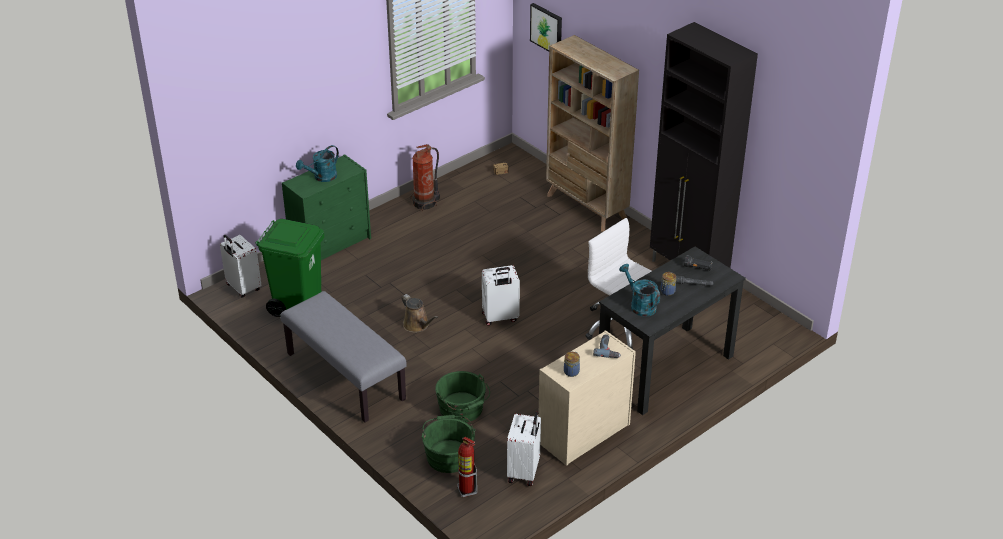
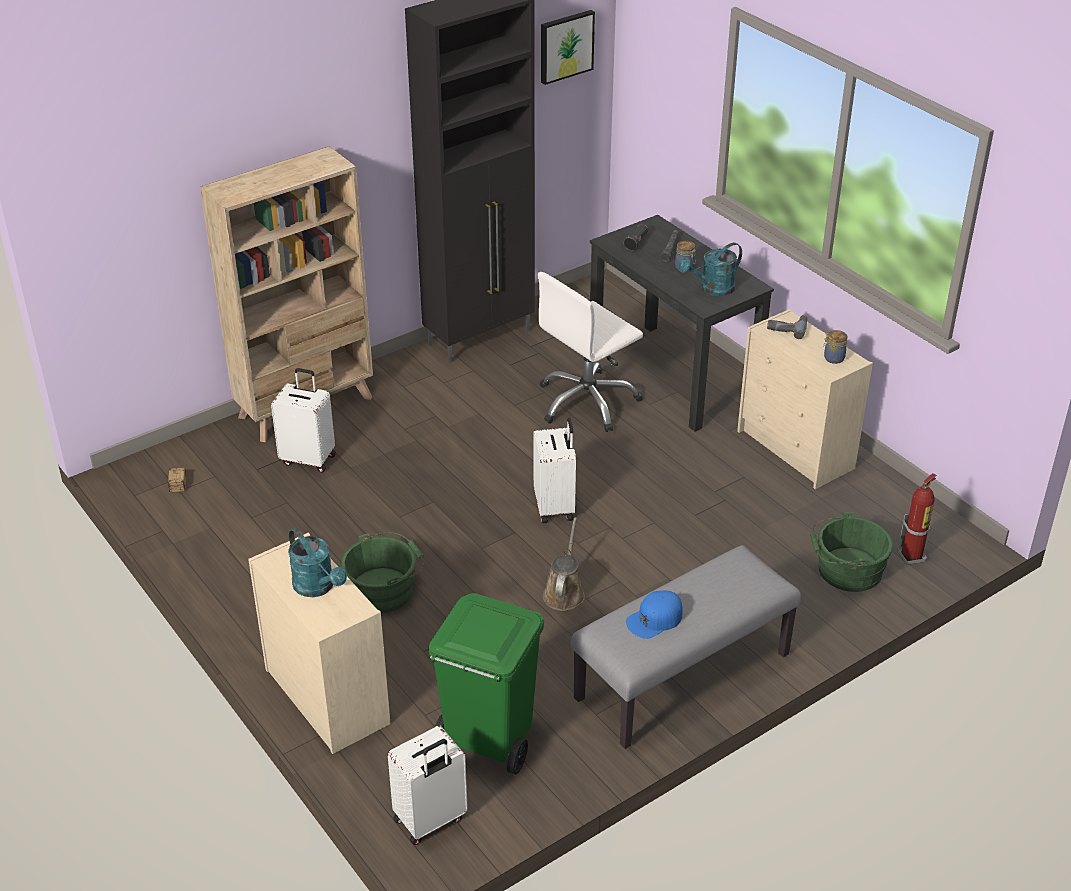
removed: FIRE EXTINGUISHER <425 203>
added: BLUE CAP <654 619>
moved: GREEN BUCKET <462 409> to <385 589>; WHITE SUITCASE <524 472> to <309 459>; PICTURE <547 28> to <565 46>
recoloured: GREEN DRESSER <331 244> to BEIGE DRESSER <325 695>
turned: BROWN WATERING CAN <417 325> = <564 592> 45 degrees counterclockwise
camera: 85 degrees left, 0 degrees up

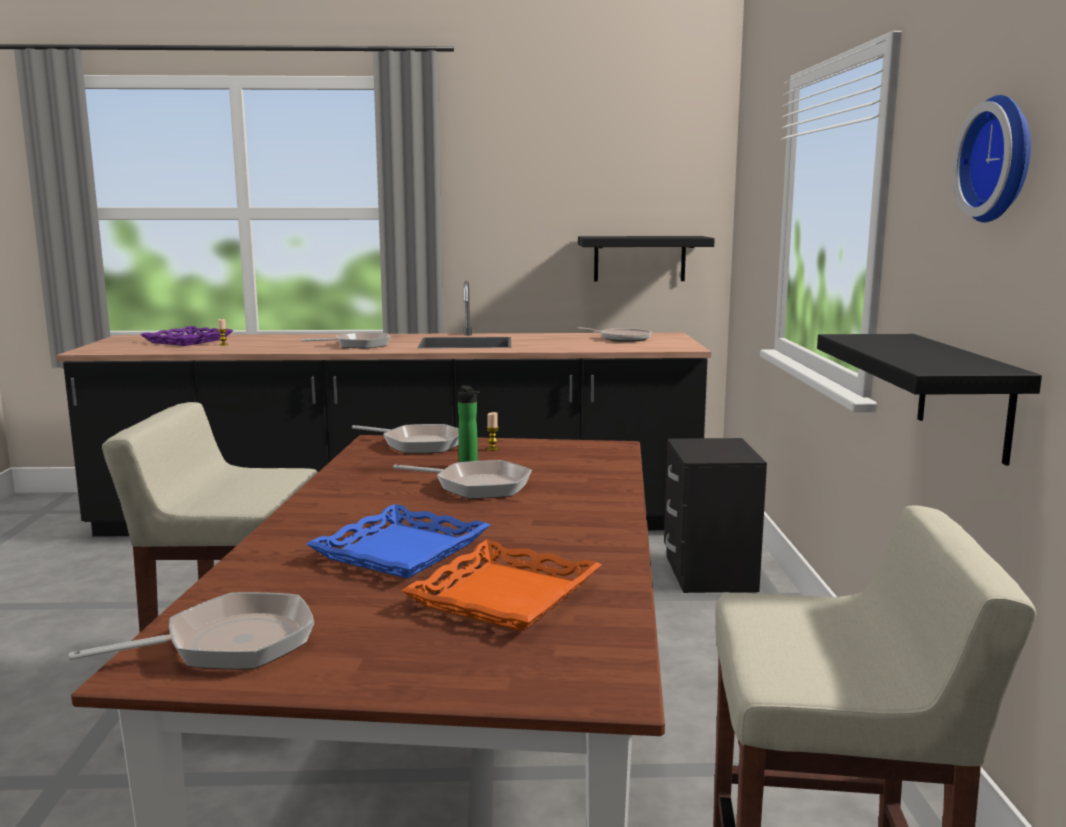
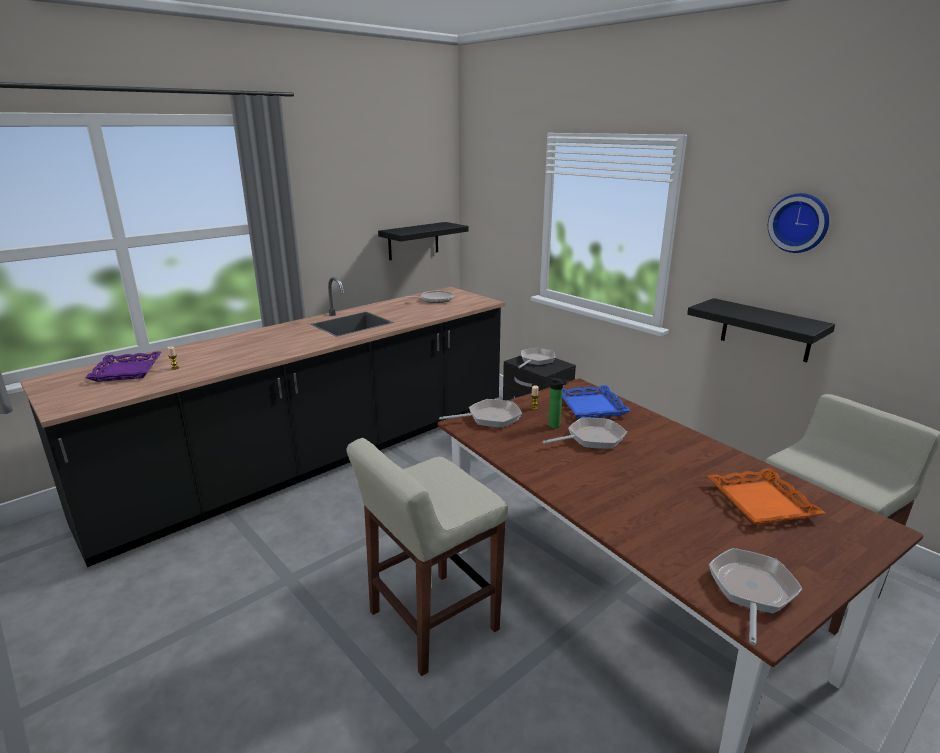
moved: FRYING PAN <358 345> to <536 360>; BLUE TRAY <402 551> to <592 406>
camera: 40 degrees left, 10 degrees up

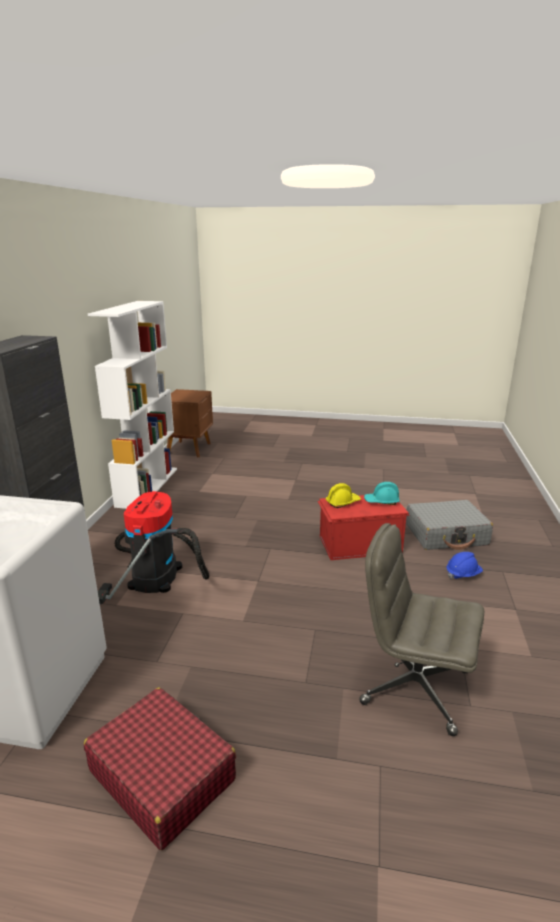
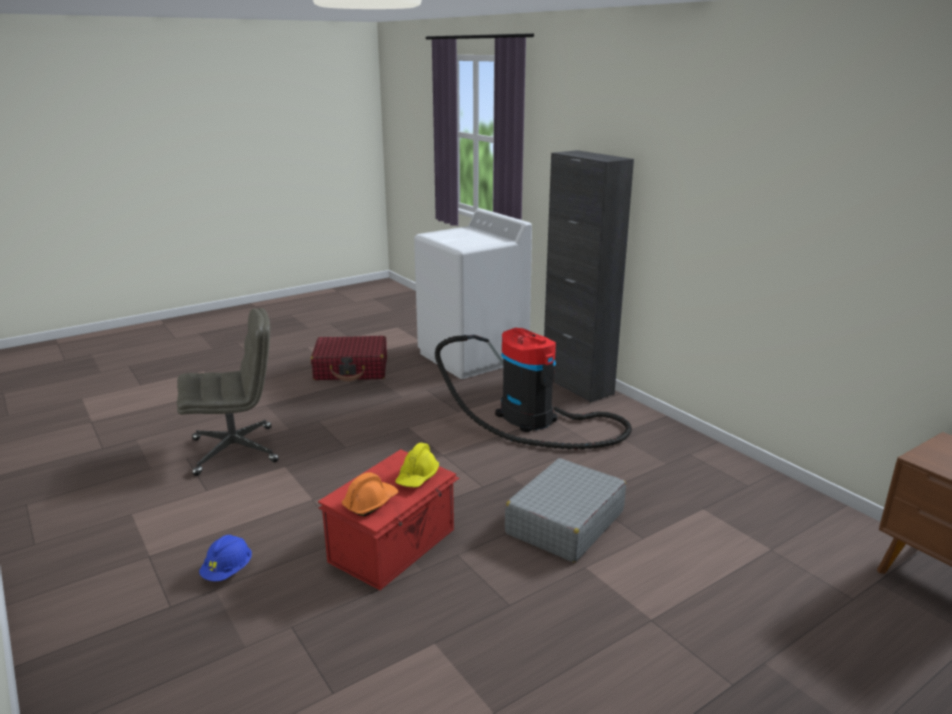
removed: WHITE BOOKCASE <147 486>
moved: GREY SUITCASE <446 535> to <564 523>
recoloured: TURQUOISE HARD HAT <381 501> to ORANGE HARD HAT <370 503>
camera: 135 degrees right, 0 degrees up

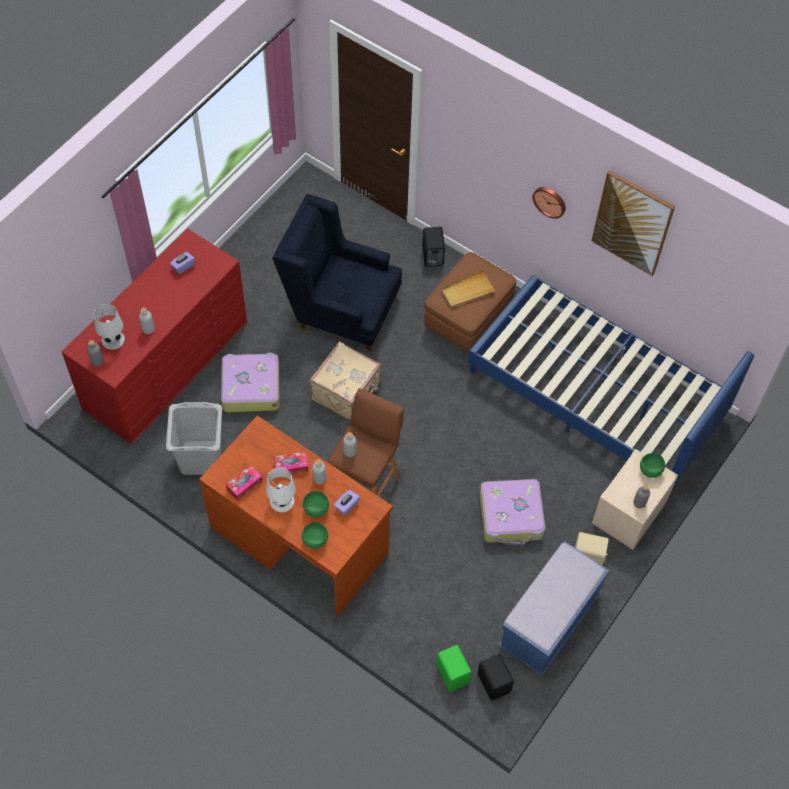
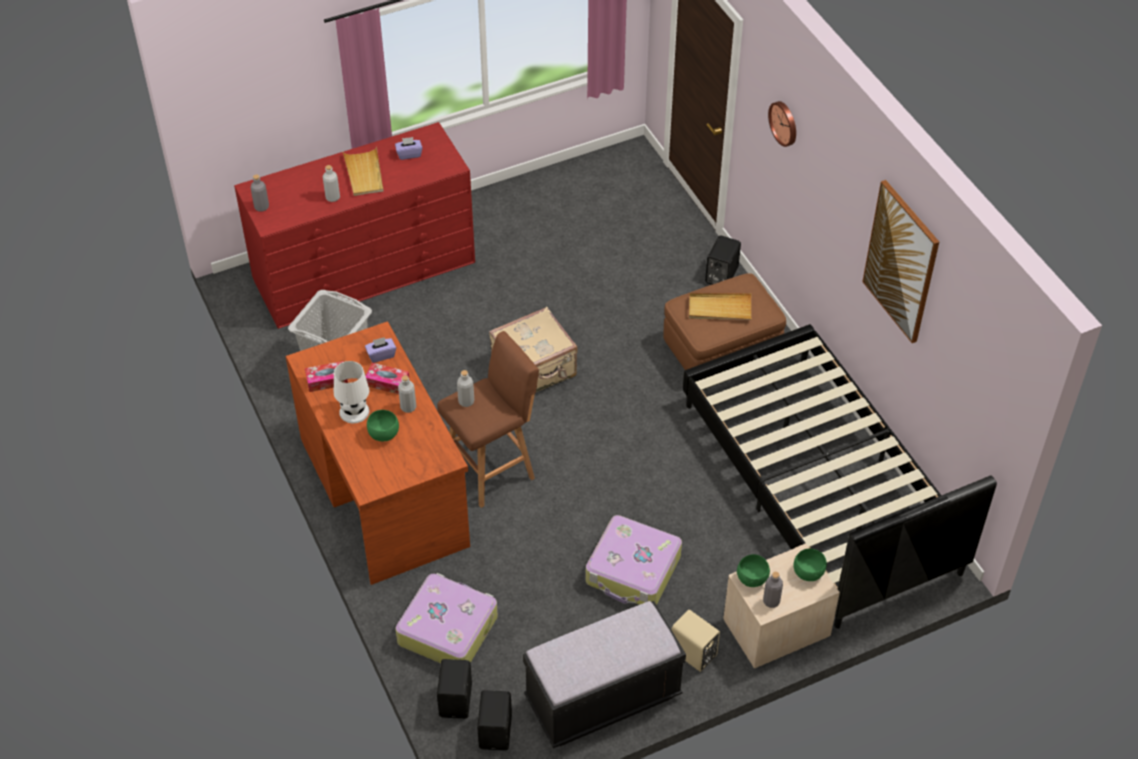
removed: WHITE TABLE LAMP <112 340>; BLUE ARMCHAIR <340 308>
added: BEIGE TRAY <364 174>
moved: SUITCASE <250 387> to <447 628>; GREEN BOWL <316 540> to <752 579>; PURPLE TISSUE BOX <346 505> to <381 355>; WALL CLOCK <550 201> to <784 123>
recoloured: GREEN SPEAKER <453 673> to BLACK SPEAKER <457 700>; BLUE BED <596 394> to BLACK BED <819 487>; BLUE BENCH <549 621> to BLACK BENCH <603 698>
camera: 30 degrees right, 10 degrees down

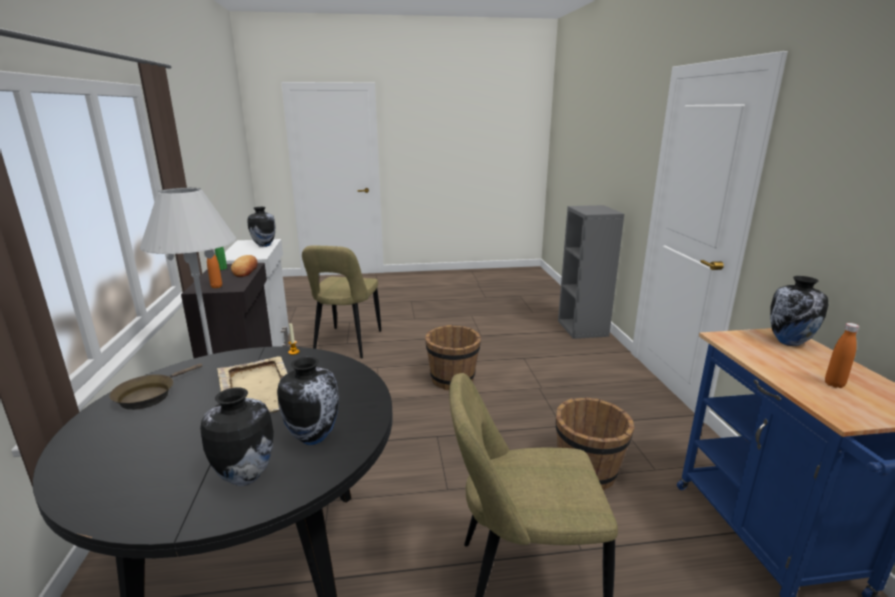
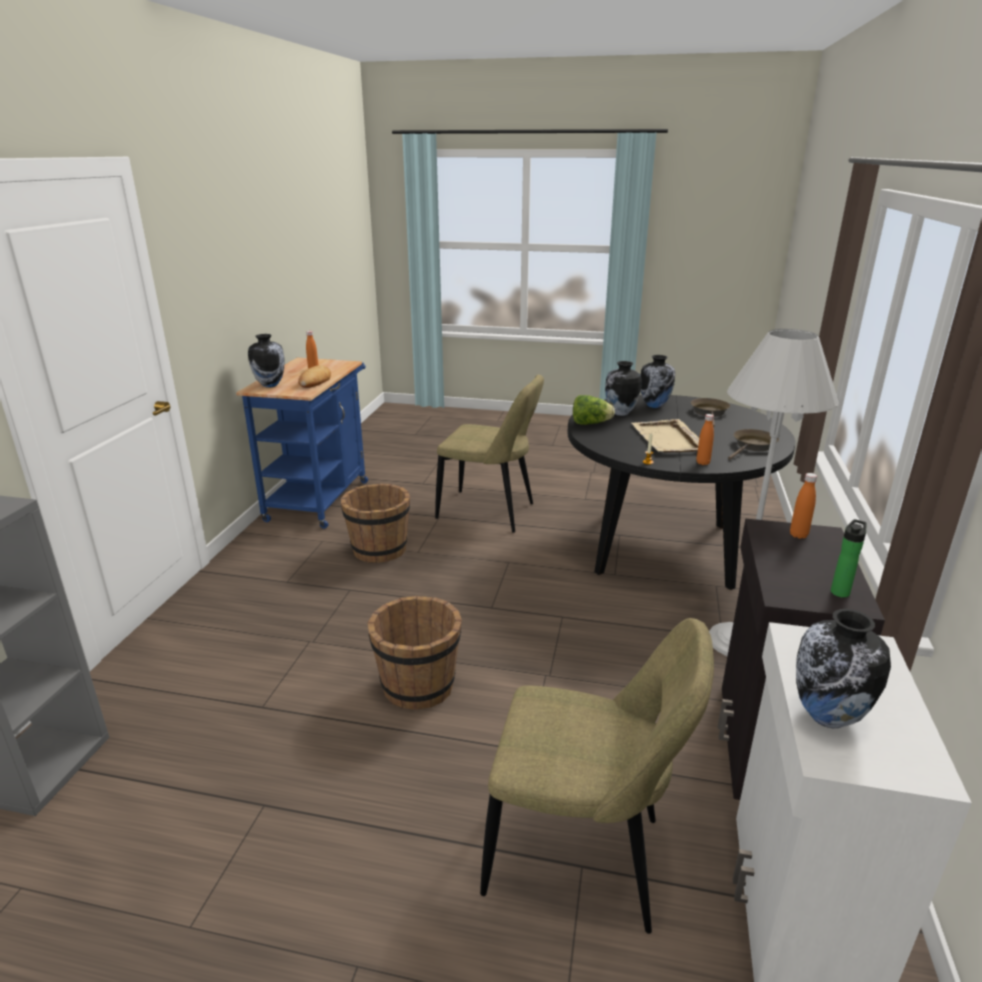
added: LETTUCE <590 423>; BROWN FRYING PAN <709 413>; ORANGE BOTTLE <703 463>
moved: BREAD <245 270> to <315 381>
turned: BEIGE CHAIR <346 345> = <582 858> 75 degrees clockwise
camera: 160 degrees left, 5 degrees up

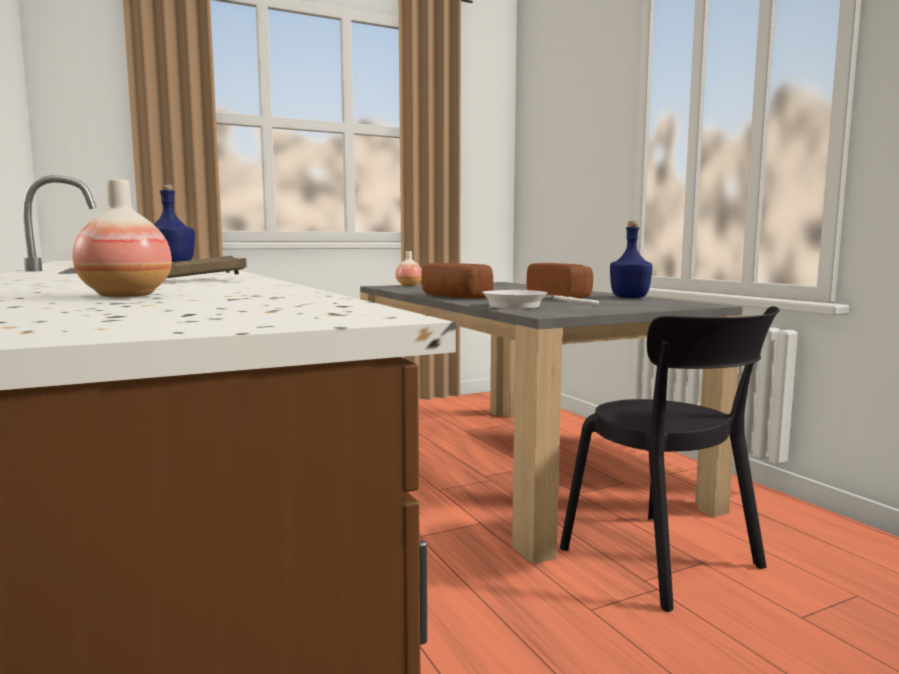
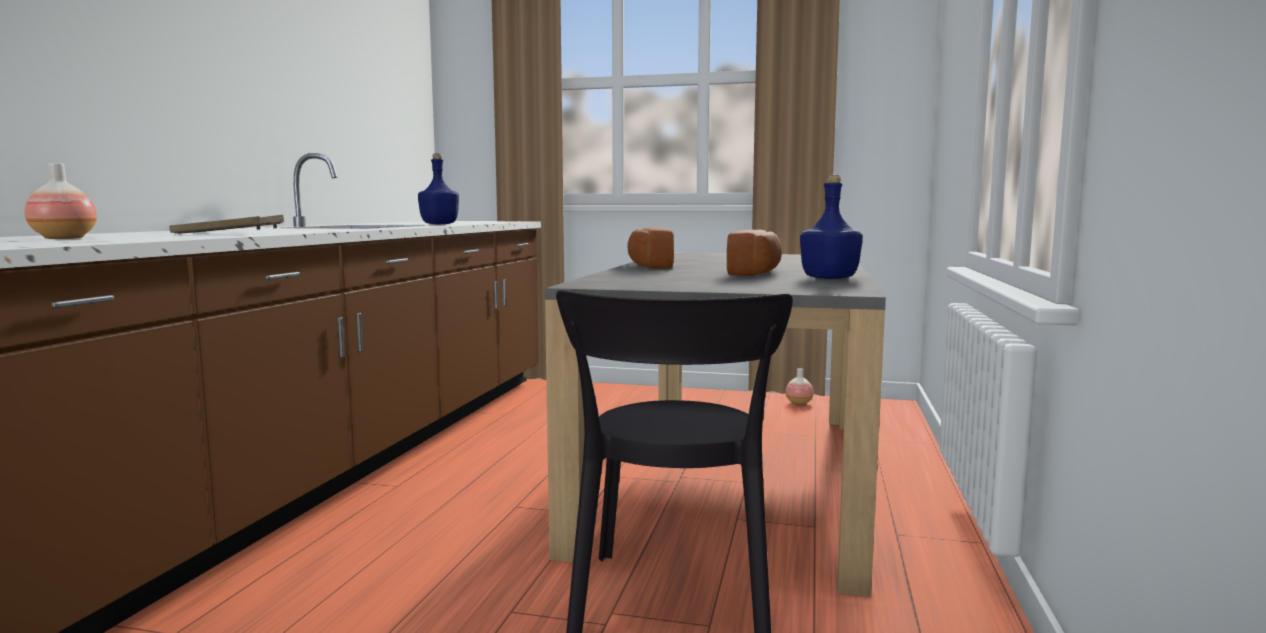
removed: WHITE FRYING PAN <521 306>
moved: VASE <409 285> to <799 403>
camera: 40 degrees right, 0 degrees up

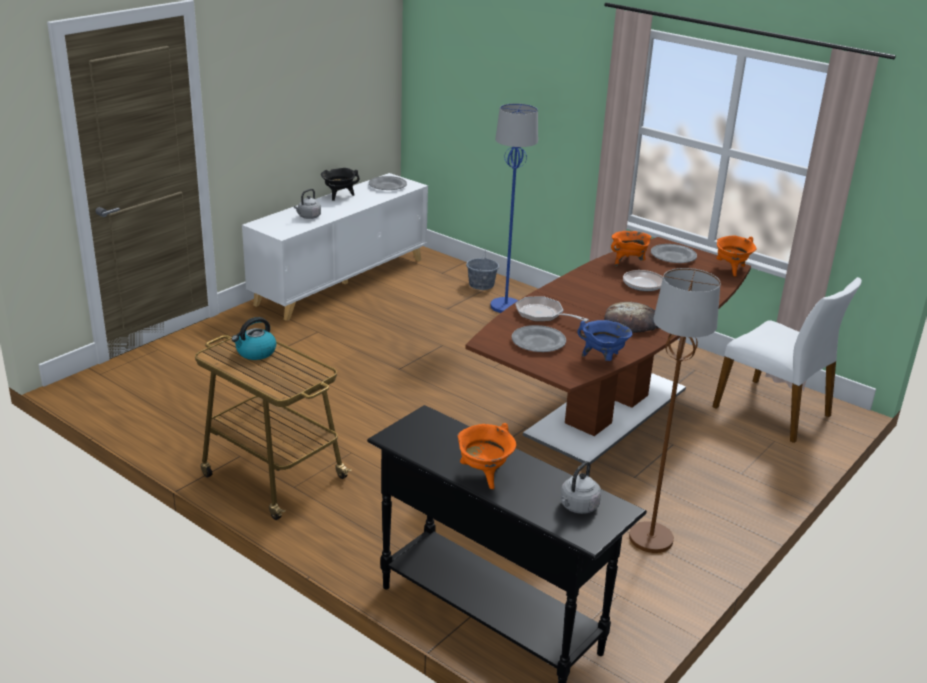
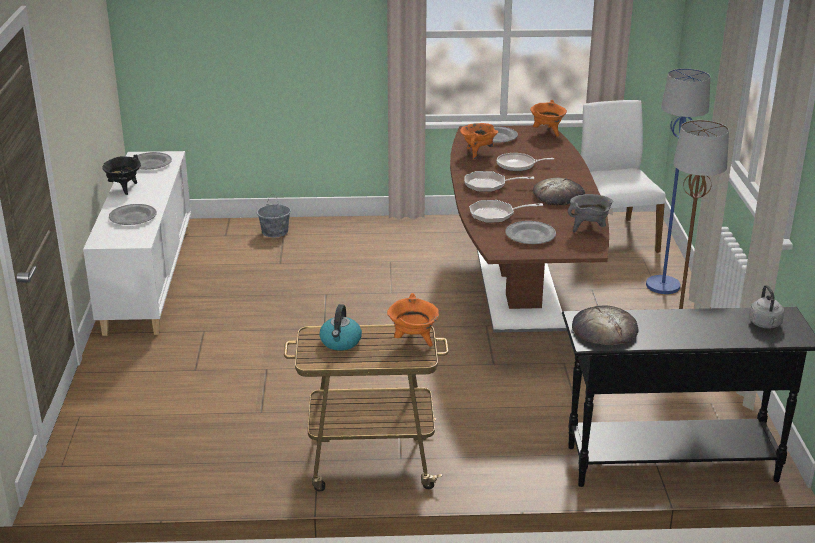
added: FRYING PAN <489 185>; BREAD <604 329>
moved: ORANGE COOKING POT <484 475> to <413 340>; BLUE FLOOR LAMP <505 306> to <663 286>
replaced: GREY KETTLE <308 217> to GREY PLATE <133 218>
recoloured: BLUE COOKING POT <603 359> to GREY COOKING POT <589 228>
turned: WHITE CHAIR <773 411> = <612 237> 105 degrees counterclockwise
camera: 40 degrees left, 0 degrees up

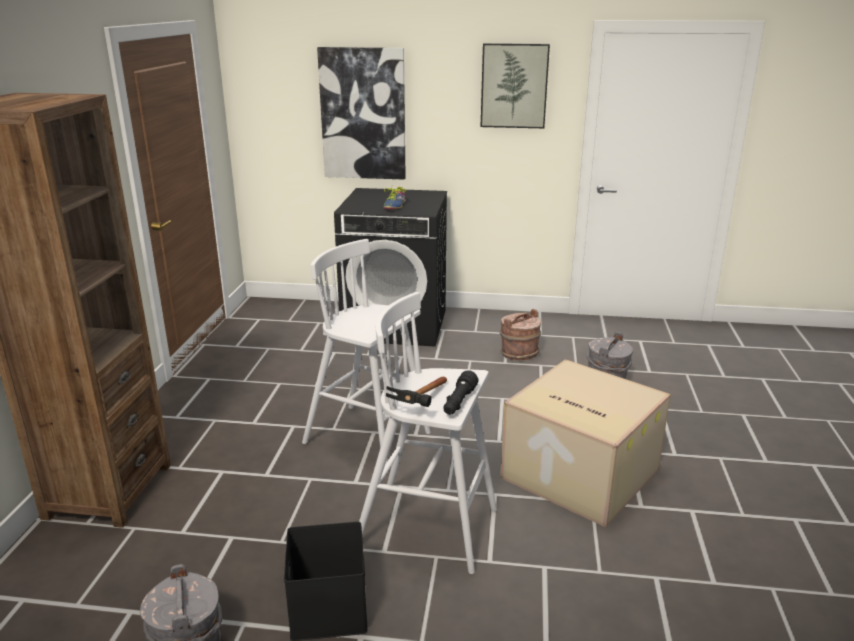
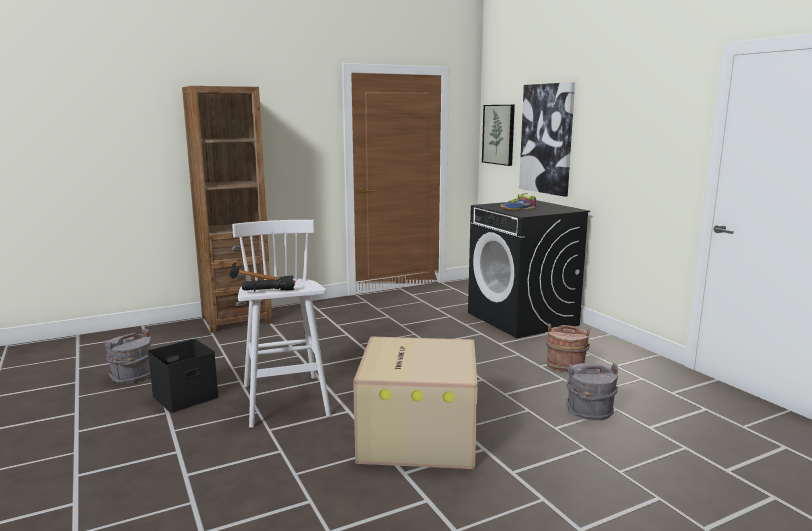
removed: WHITE STOOL <369 438>
moved: PICTURE <514 86> to <499 134>
camera: 55 degrees right, 10 degrees down

